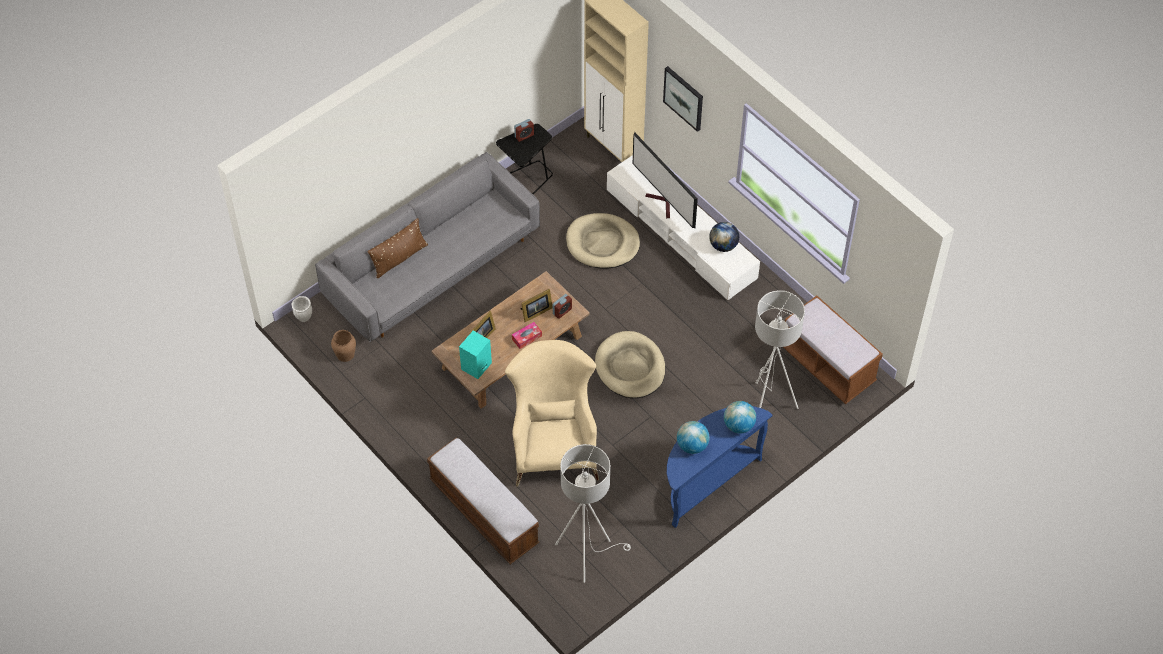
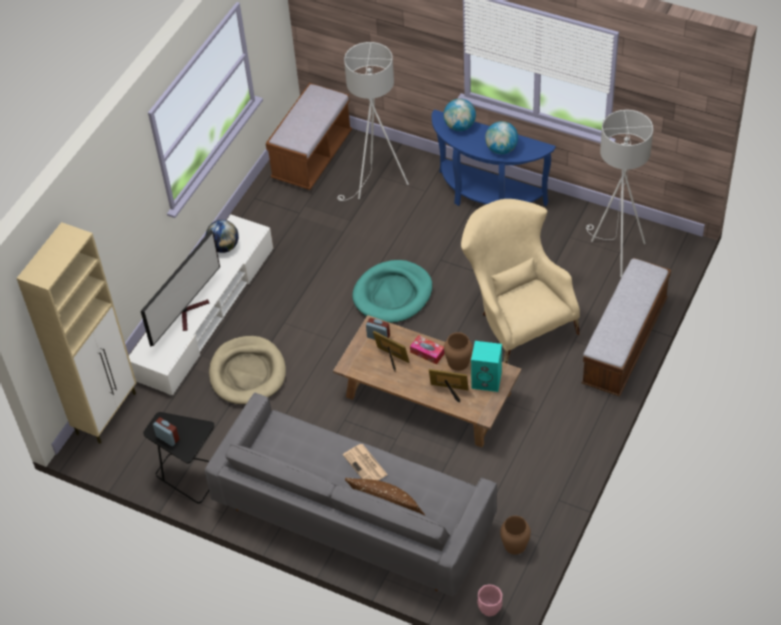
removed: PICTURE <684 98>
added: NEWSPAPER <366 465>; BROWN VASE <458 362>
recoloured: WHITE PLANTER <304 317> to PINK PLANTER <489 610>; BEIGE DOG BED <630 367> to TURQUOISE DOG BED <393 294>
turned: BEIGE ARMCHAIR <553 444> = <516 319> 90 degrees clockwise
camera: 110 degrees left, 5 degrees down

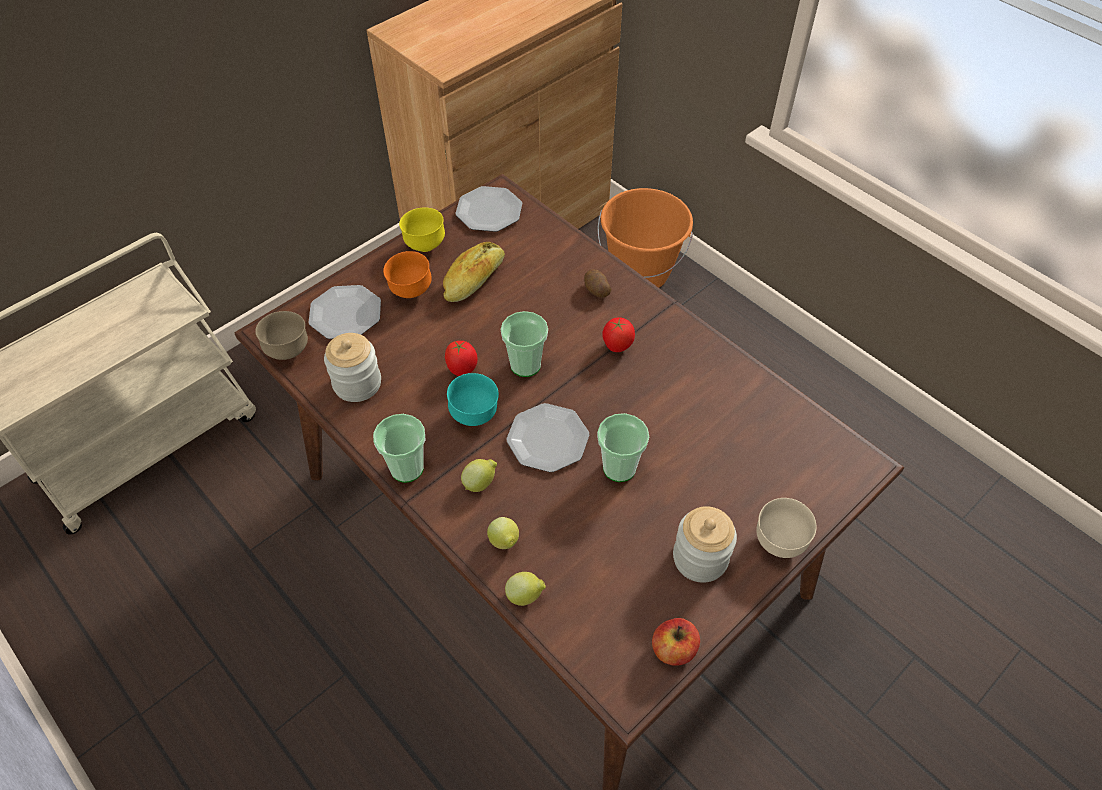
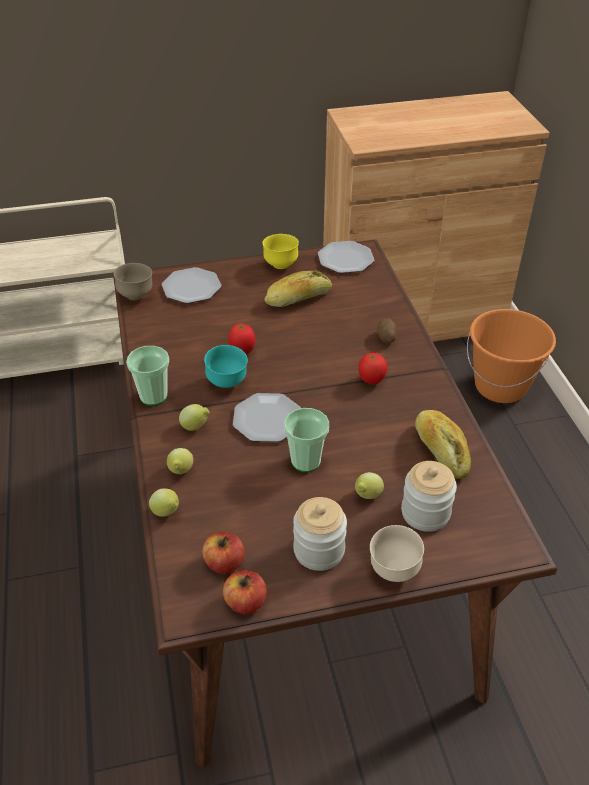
removed: ORANGE BOWL <410 291>; CUP <525 365>
added: APPLE <224 563>; LEMON <367 496>; BREAD <441 450>
moved: JAR <357 383> to <425 513>
camera: 30 degrees right, 10 degrees down

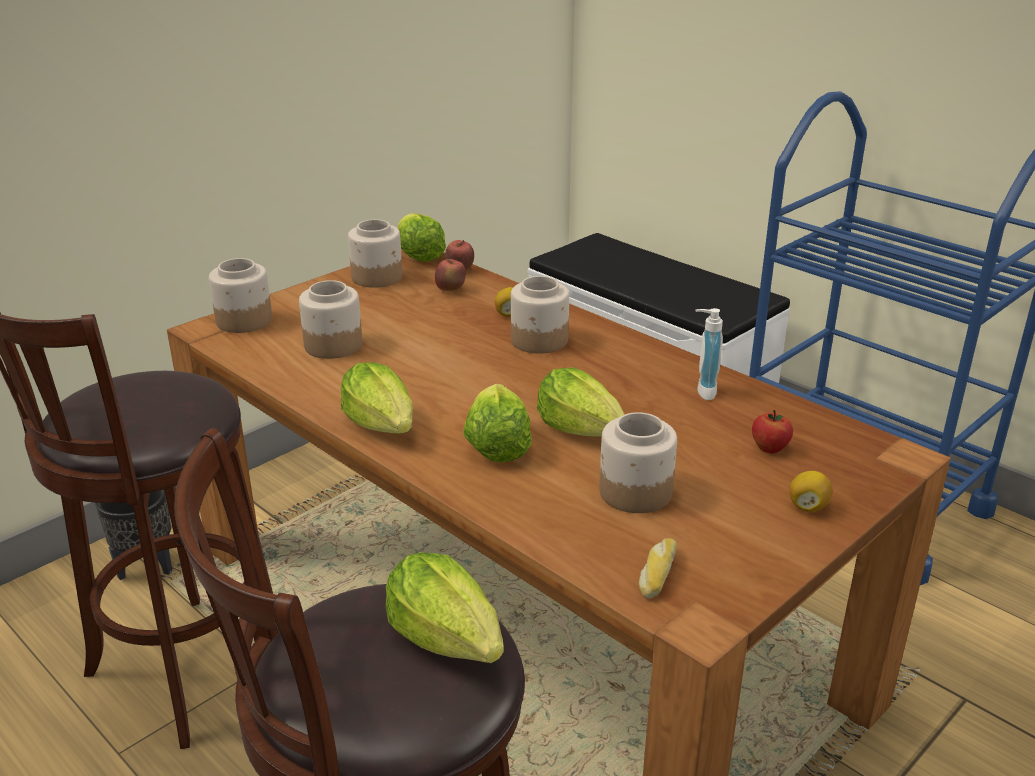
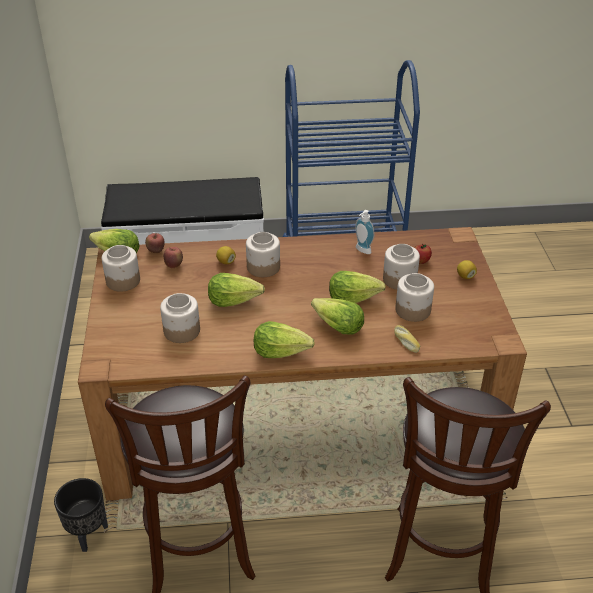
moved: JAR <243 321> to <400 280>; LETTUCE <447 638> to <234 300>; BREAD <656 573> to <405 342>
camera: 50 degrees left, 10 degrees up

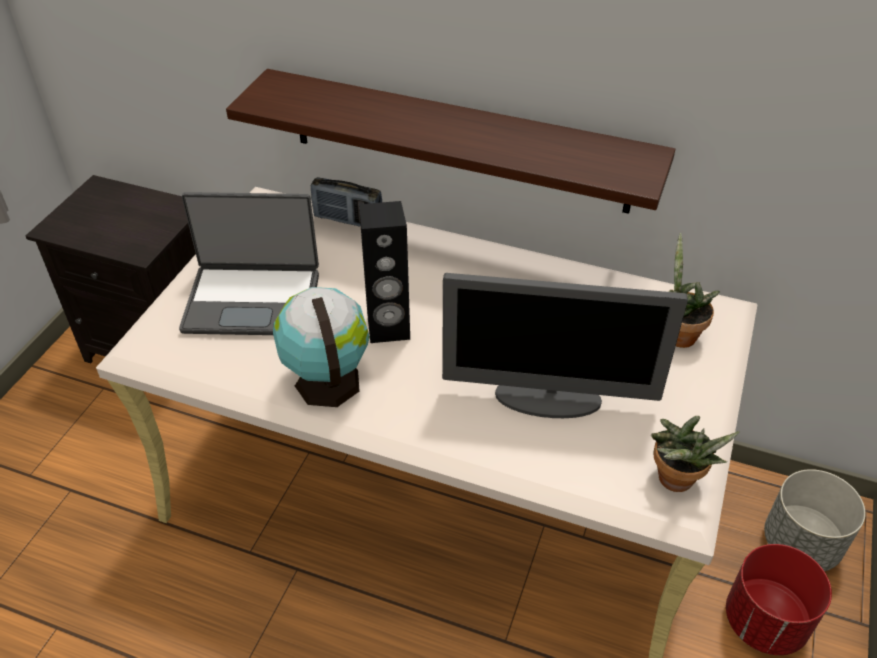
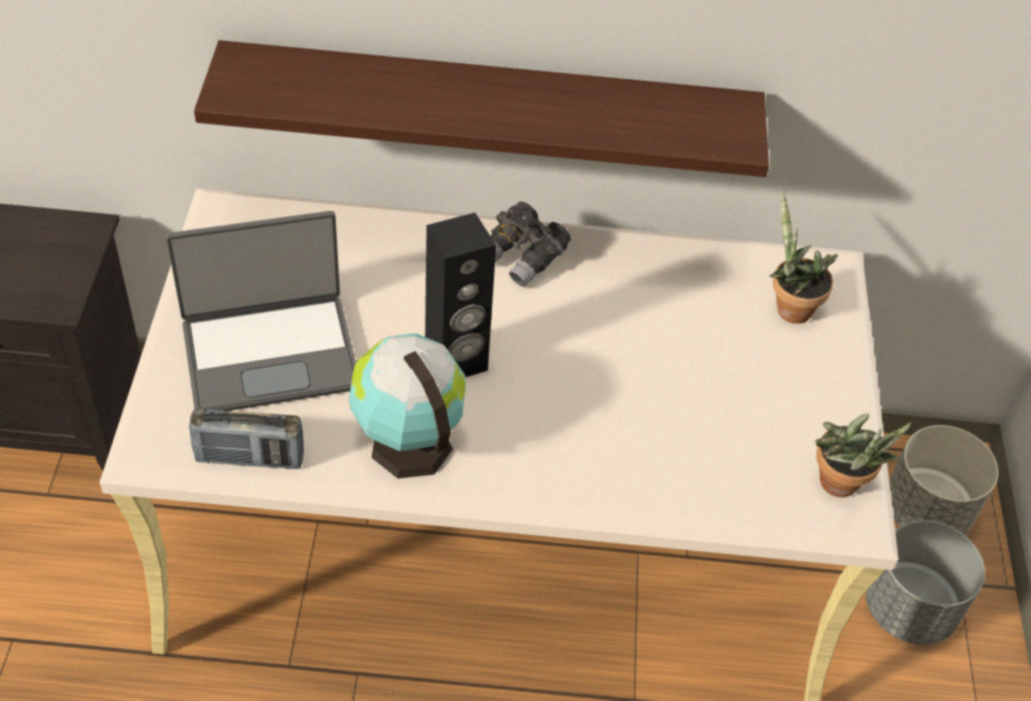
removed: MONITOR <549 398>
added: GREY BINOCULARS <523 258>
moved: RADIO <348 220> to <250 458>
recoloured: RED PLANTER <765 622> to GREY PLANTER <910 610>
camera: 20 degrees left, 5 degrees up

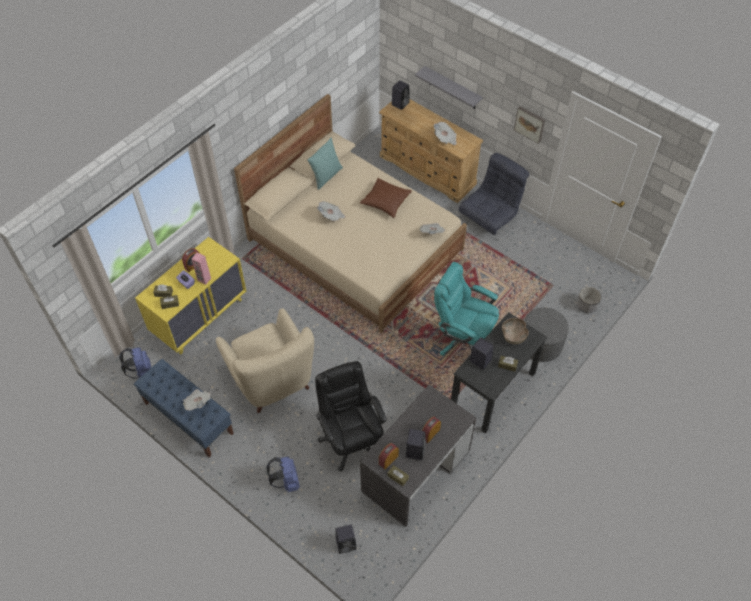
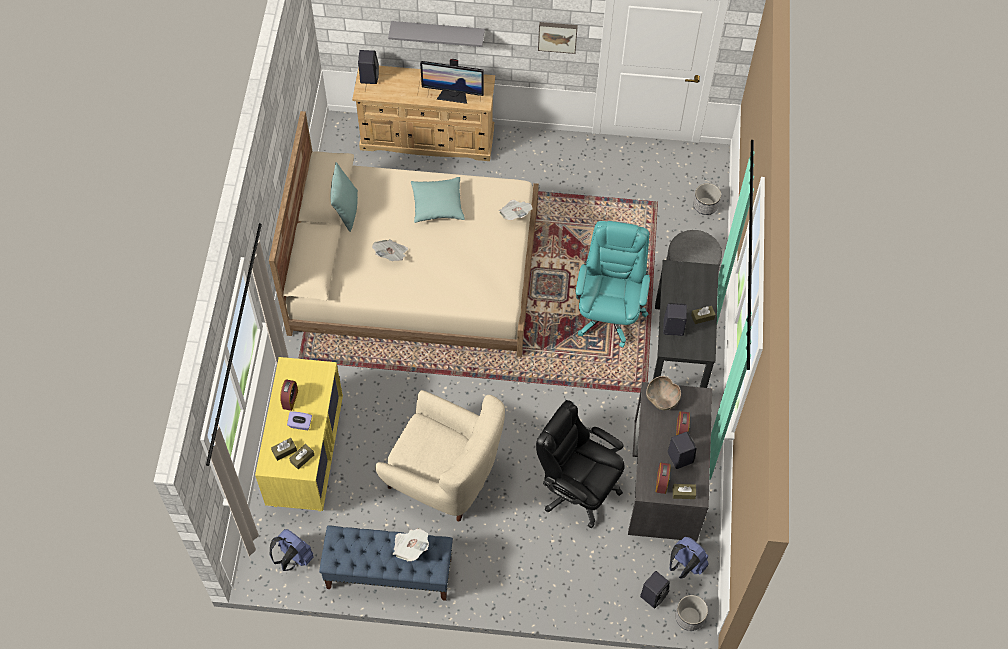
removed: PINK SPEAKER <204 279>; GREY ARMCHAIR <490 215>
added: PLANTER <689 618>
moved: BLUE BACKPACK <286 481> to <685 565>; BROWN BOWL <513 336> to <662 398>
replaced: NEWSPAPER <445 139> to MONITOR <453 95>
recoloured: BROWN PILLOW <385 202> to TURQUOISE PILLOW <437 205>
turned: TURQUOISE OFFICE CHAIR <463 338> = <609 313> 105 degrees clockwise
camera: 35 degrees left, 5 degrees up

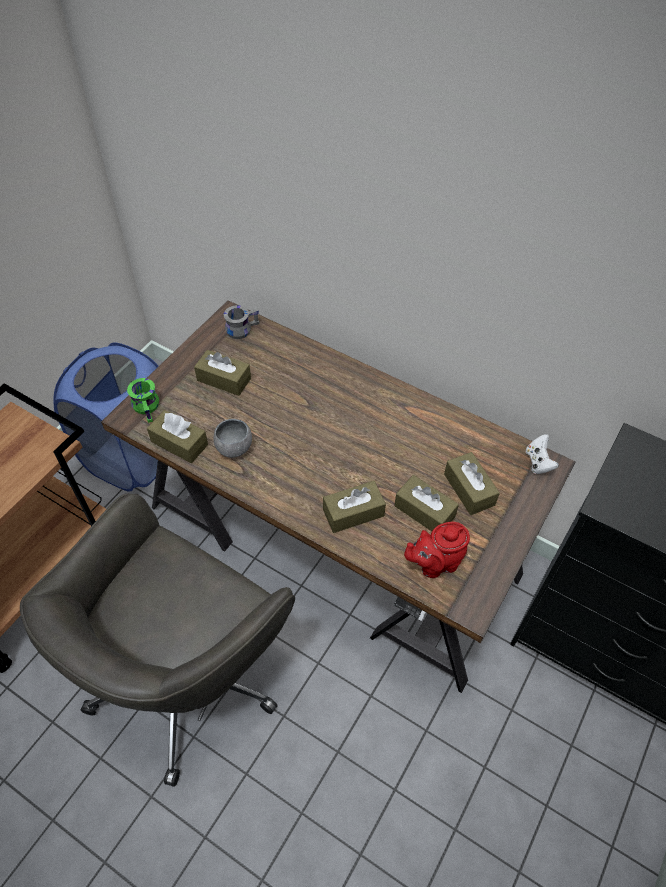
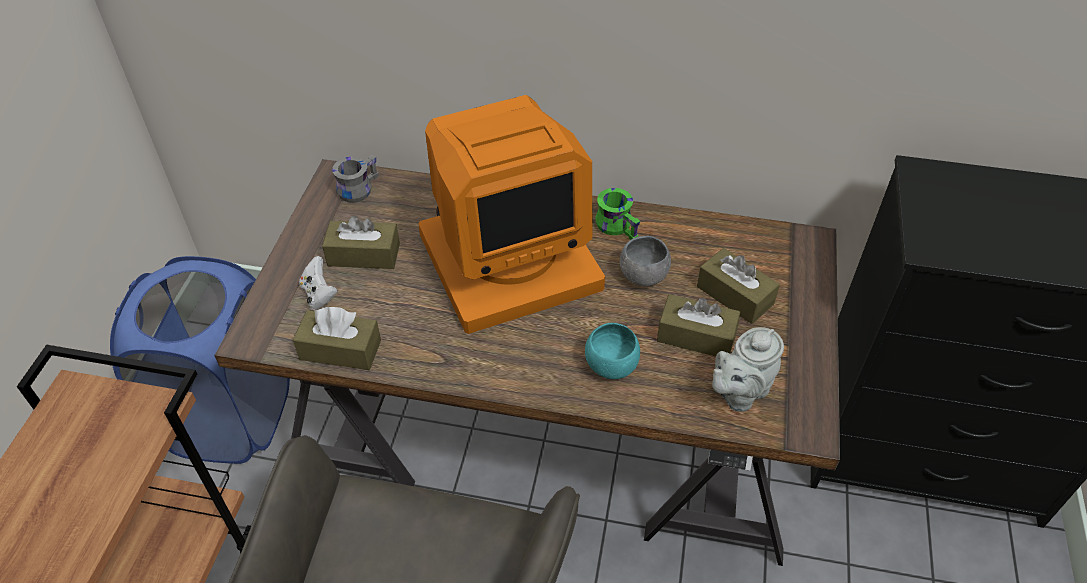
added: MONITOR <508 258>
moved: GREEN MUG <149 407> to <619 225>; GREY BOWL <234 447> to <643 275>; WHITE GAME CONTROLLER <538 462> to <319 295>
replaced: BROWN TISSUE BOX <353 513> to TURQUOISE BOWL <611 365>
recoloured: RED TEAPOT <434 563> to GREY TEAPOT <739 393>
camera: 20 degrees left, 5 degrees down

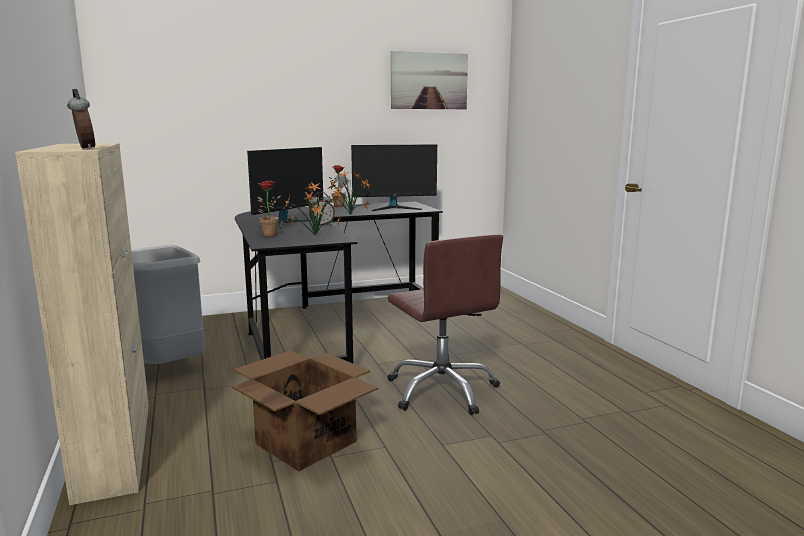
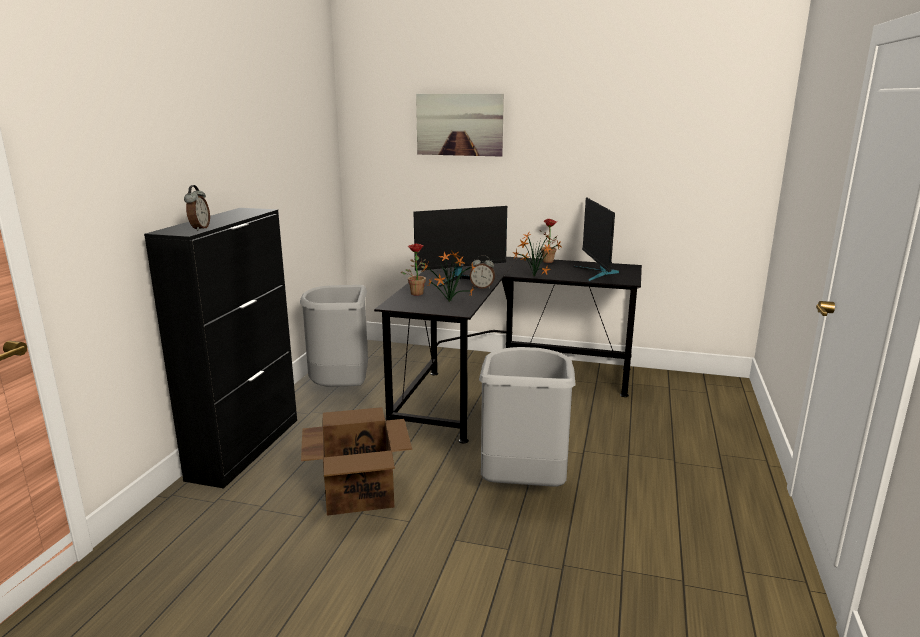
moved: PICTURE <429 81> to <459 124>
replaced: BROWN OFFICE CHAIR <442 390> to GREY TRASH CAN <523 485>
recoloured: BEIGE CABINET <115 447> to BLACK CABINET <246 448>
turned: MONITOR <394 208> = <597 273> 60 degrees clockwise
camera: 35 degrees right, 5 degrees up

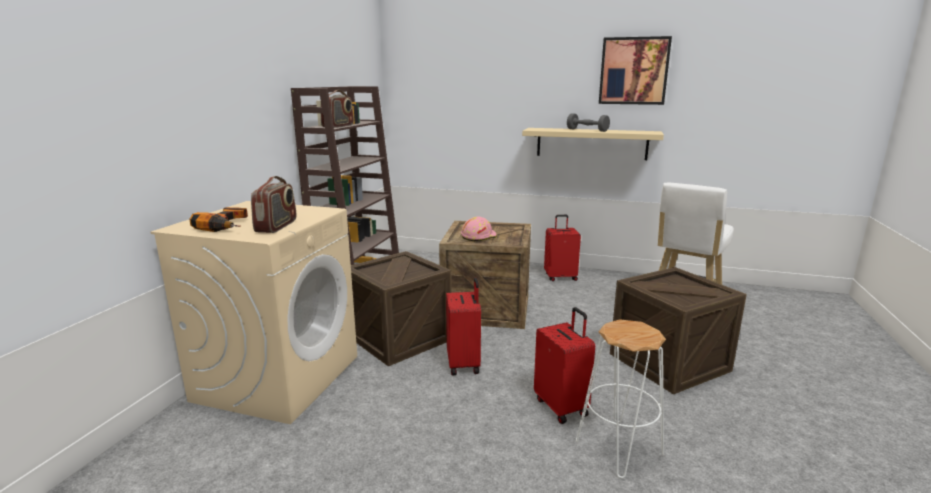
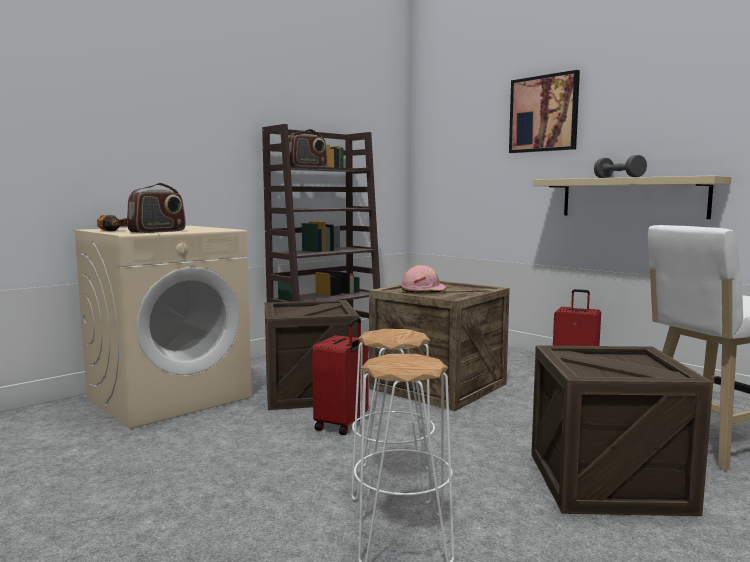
moved: PICTURE <633 71> to <544 114>
replaced: RED SUITCASE <562 407> to WHITE STOOL <393 484>
camera: 30 degrees right, 10 degrees down

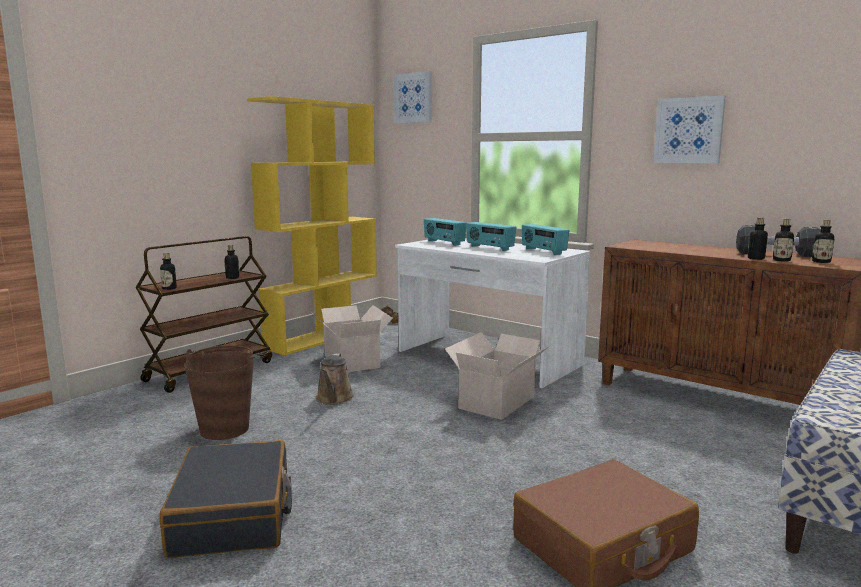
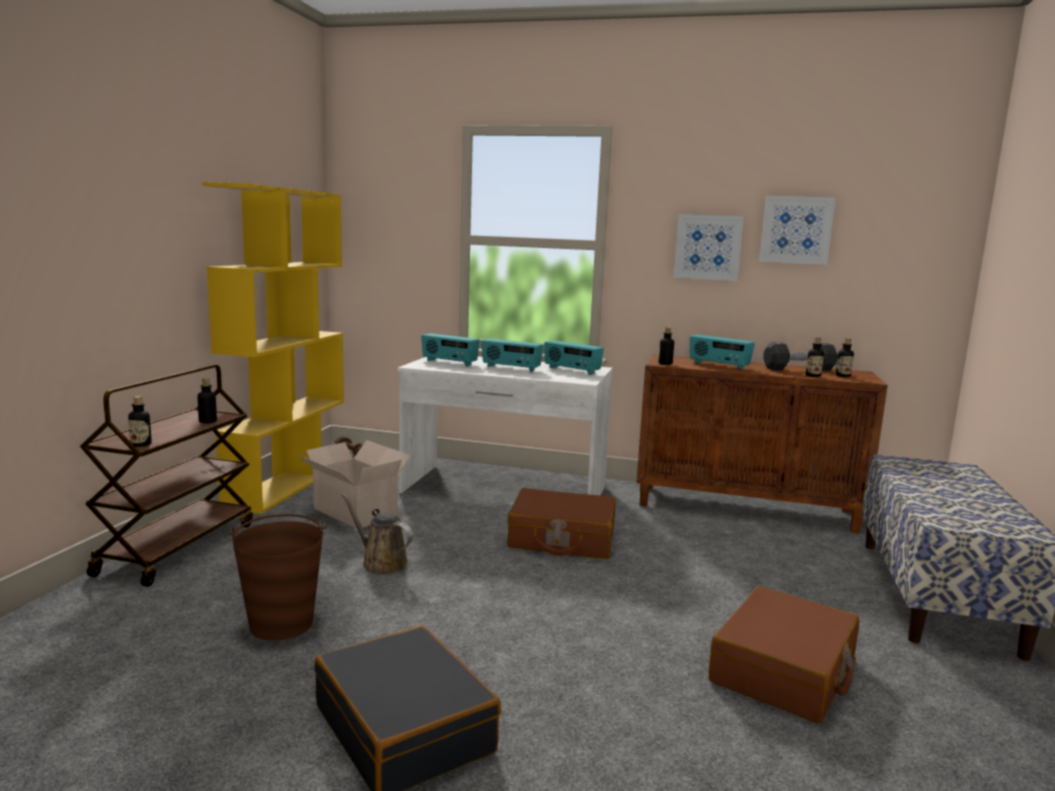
added: RADIO <718 365>
moved: PICTURE <413 98> to <796 230>; BOTTLE <756 258> to <665 364>
replaced: CARDBOARD BOX <498 401> to BROWN SUITCASE <561 539>
turned: BROWN WATERING CAN <334 399> = <381 563> 150 degrees clockwise
camera: 25 degrees left, 0 degrees up

